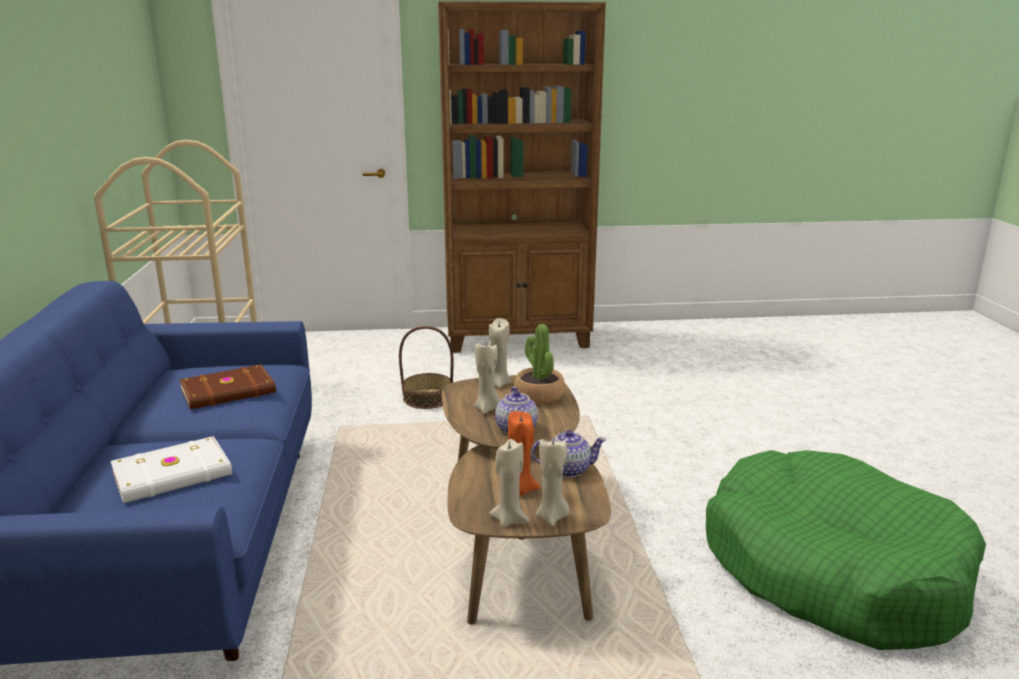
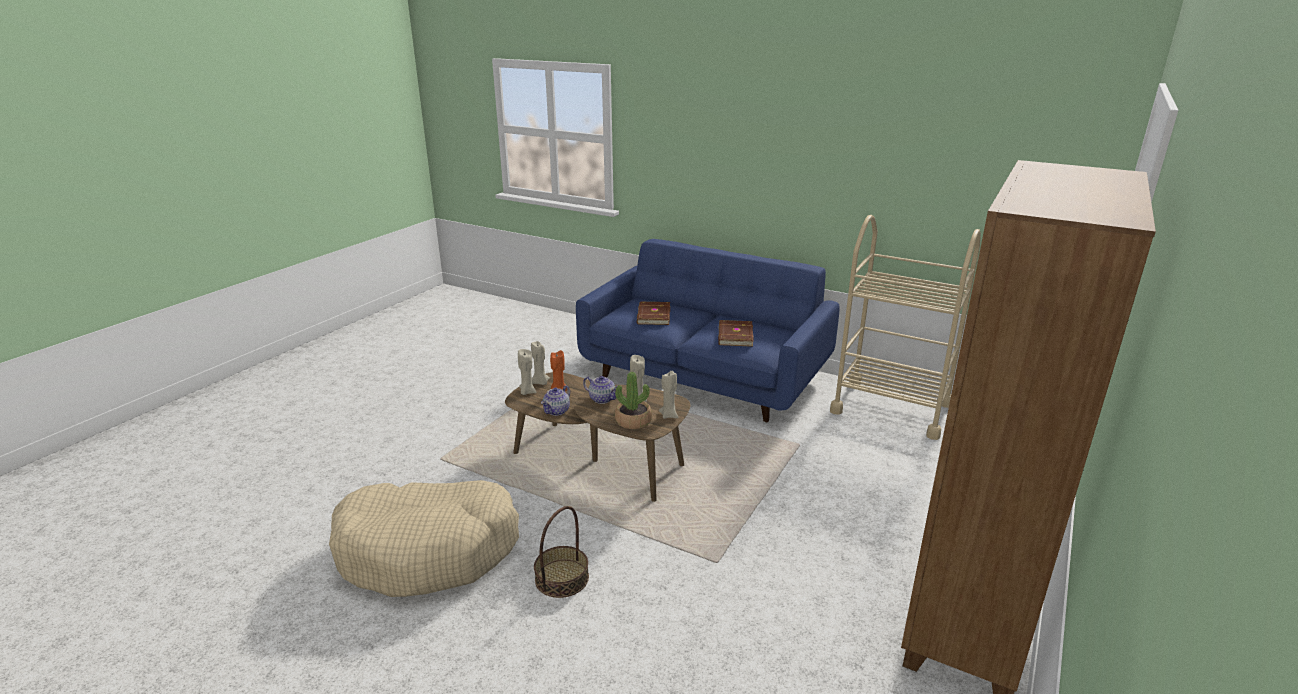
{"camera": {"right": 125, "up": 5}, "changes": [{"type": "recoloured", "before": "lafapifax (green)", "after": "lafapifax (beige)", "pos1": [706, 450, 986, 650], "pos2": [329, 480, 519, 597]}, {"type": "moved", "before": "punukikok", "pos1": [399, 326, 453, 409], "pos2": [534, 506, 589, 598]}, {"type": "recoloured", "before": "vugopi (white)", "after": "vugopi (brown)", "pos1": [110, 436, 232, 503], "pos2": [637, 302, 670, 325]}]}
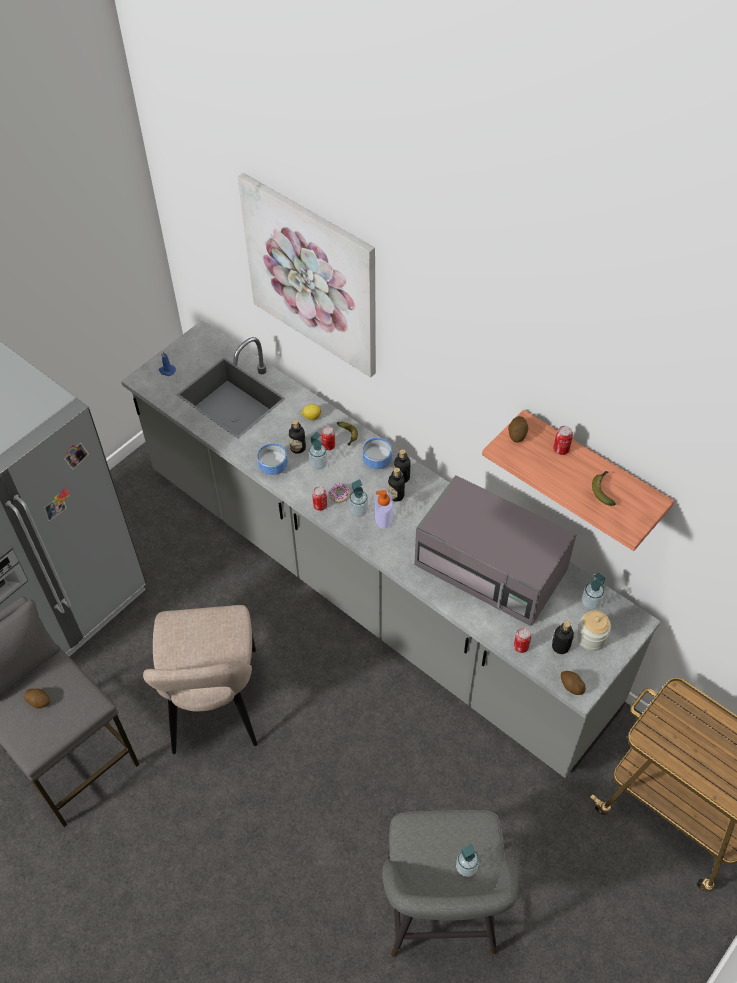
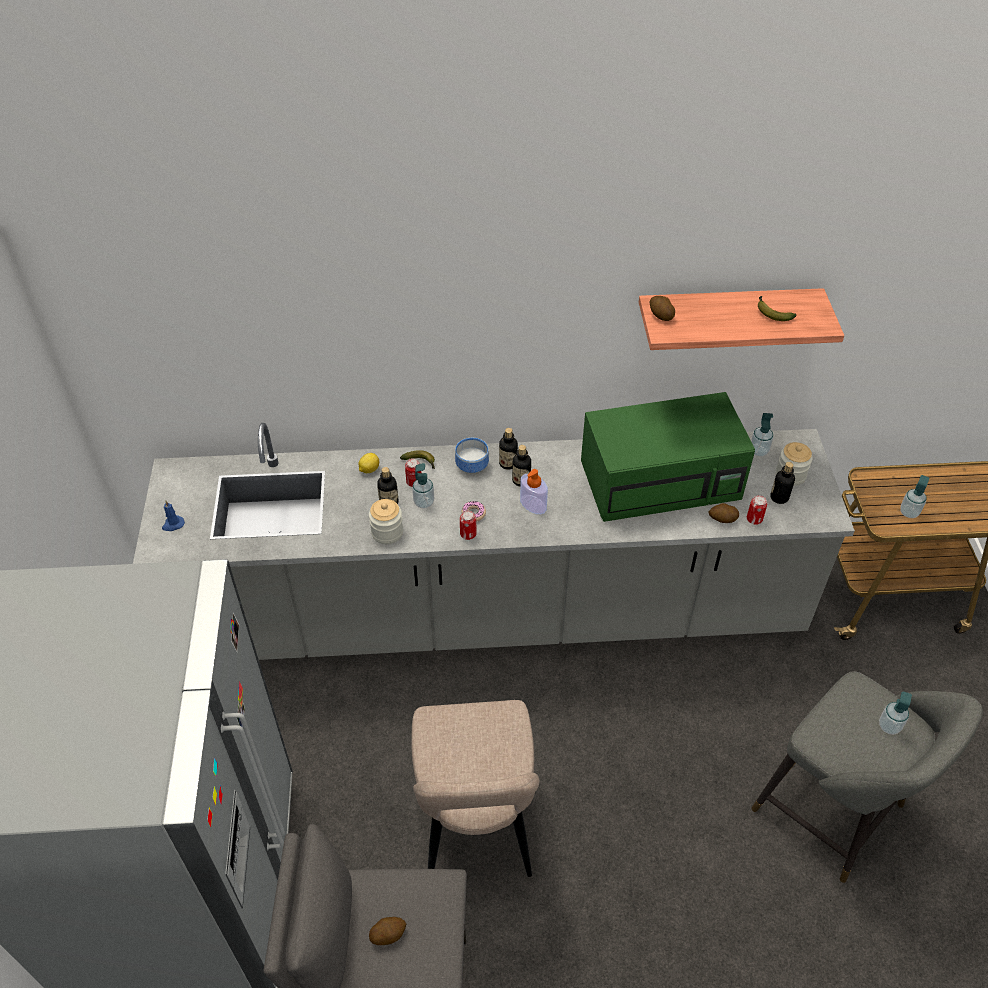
{"camera": {"right": -45, "up": -5}, "changes": [{"type": "replaced", "before": "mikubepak", "after": "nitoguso", "pos1": [257, 443, 288, 475], "pos2": [369, 499, 403, 544]}, {"type": "turned", "before": "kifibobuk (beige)", "pos1": [143, 605, 257, 754], "pos2": [411, 700, 540, 877], "turn": 45}, {"type": "recoloured", "before": "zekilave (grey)", "after": "zekilave (green)", "pos1": [414, 475, 577, 626], "pos2": [581, 392, 755, 522]}, {"type": "moved", "before": "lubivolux", "pos1": [561, 671, 586, 695], "pos2": [708, 503, 739, 523]}, {"type": "moved", "before": "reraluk", "pos1": [349, 480, 368, 517], "pos2": [900, 475, 929, 518]}, {"type": "removed", "before": "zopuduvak", "pos1": [238, 173, 376, 378]}, {"type": "removed", "before": "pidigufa", "pos1": [553, 426, 573, 455]}]}
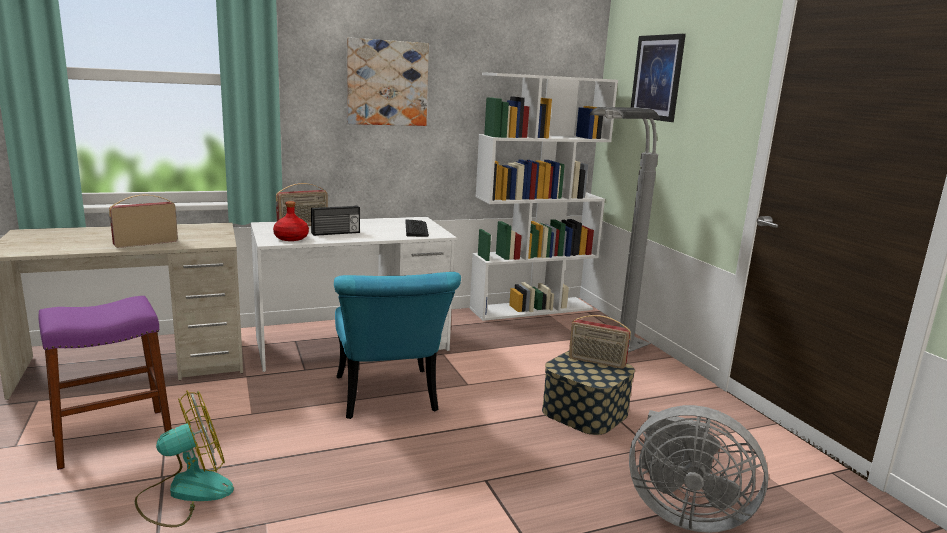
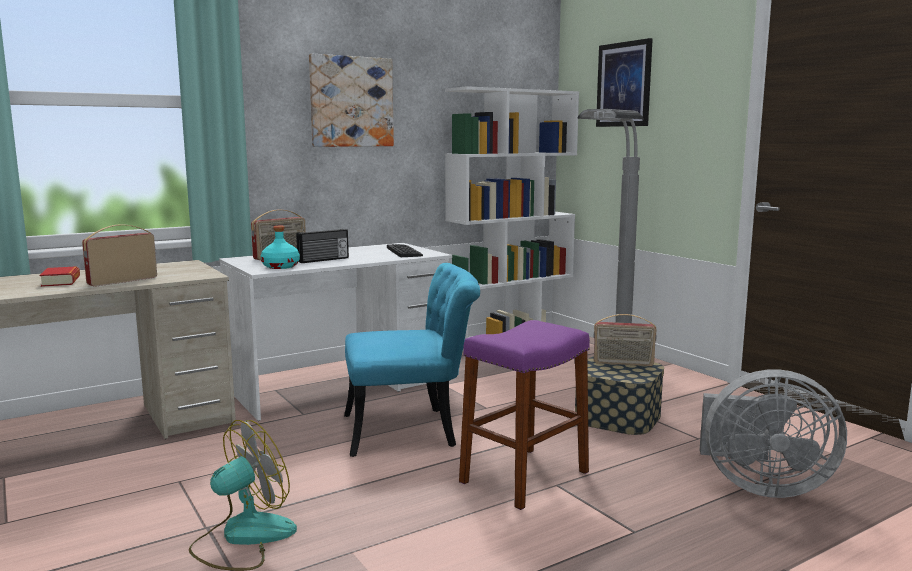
{"camera": {"right": -10, "up": -5}, "changes": [{"type": "added", "after": "vugopi", "pos2": [40, 266, 80, 287]}, {"type": "recoloured", "before": "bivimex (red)", "after": "bivimex (turquoise)", "pos1": [273, 201, 309, 241], "pos2": [261, 226, 300, 269]}, {"type": "turned", "before": "kifibobuk (turquoise)", "pos1": [334, 272, 461, 419], "pos2": [344, 263, 480, 457], "turn": -75}, {"type": "moved", "before": "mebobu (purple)", "pos1": [38, 296, 172, 470], "pos2": [459, 320, 590, 510]}]}
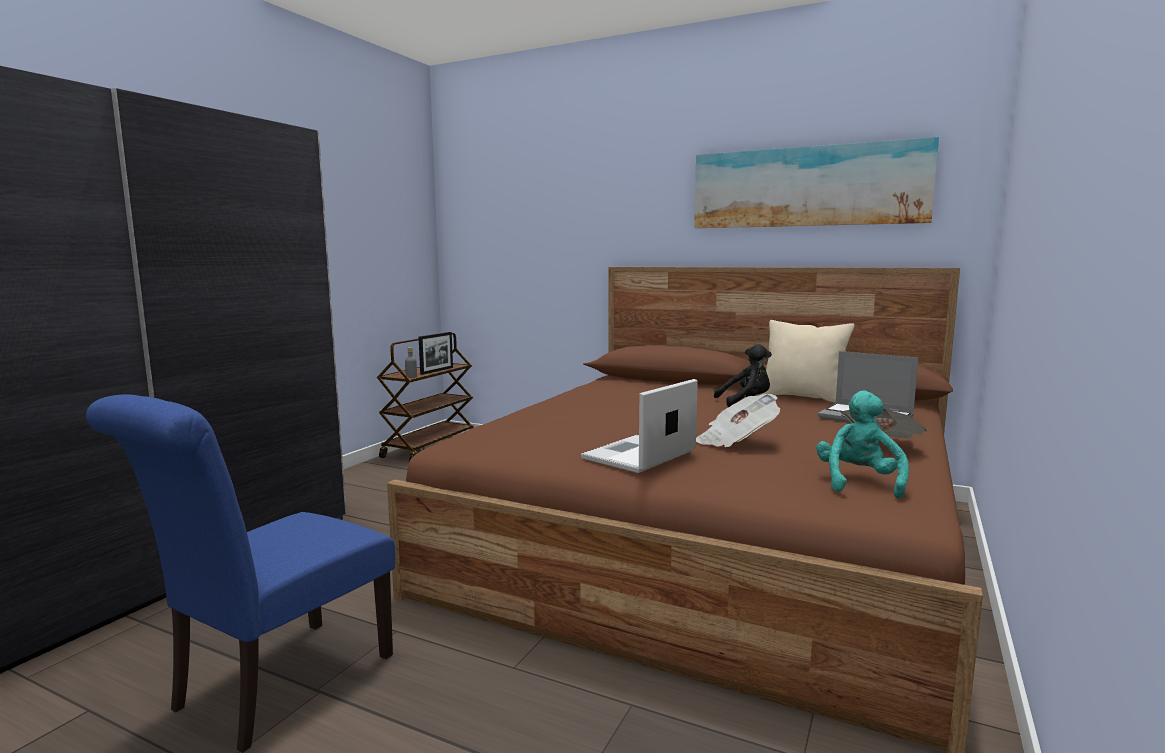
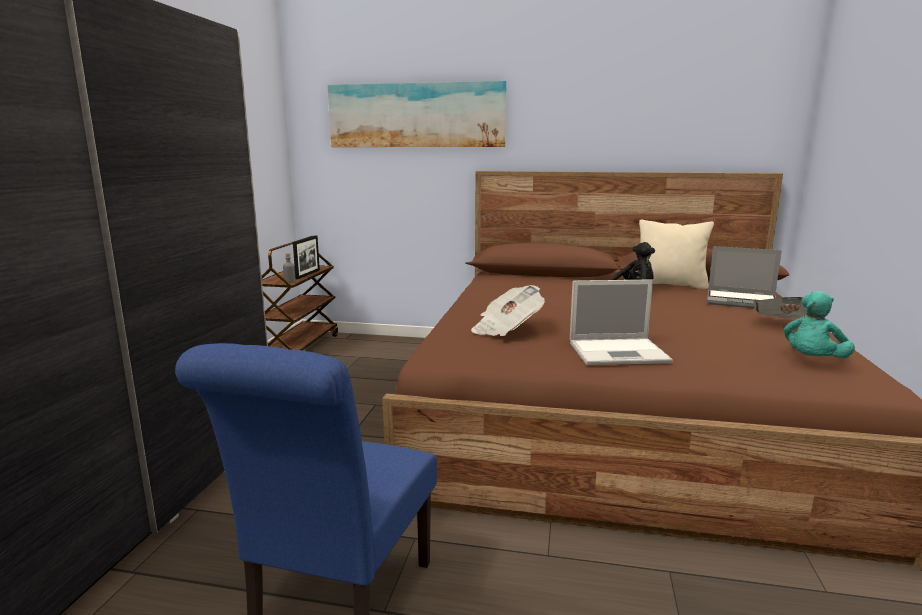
{"camera": {"right": -15, "up": 5}, "changes": [{"type": "moved", "before": "zopuduvak", "pos1": [694, 137, 939, 228], "pos2": [328, 81, 507, 147]}, {"type": "moved", "before": "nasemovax", "pos1": [696, 394, 780, 447], "pos2": [471, 285, 545, 336]}, {"type": "turned", "before": "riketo", "pos1": [581, 379, 698, 473], "pos2": [570, 279, 673, 365], "turn": -120}, {"type": "turned", "before": "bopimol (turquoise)", "pos1": [816, 391, 909, 499], "pos2": [784, 291, 855, 358], "turn": -135}]}
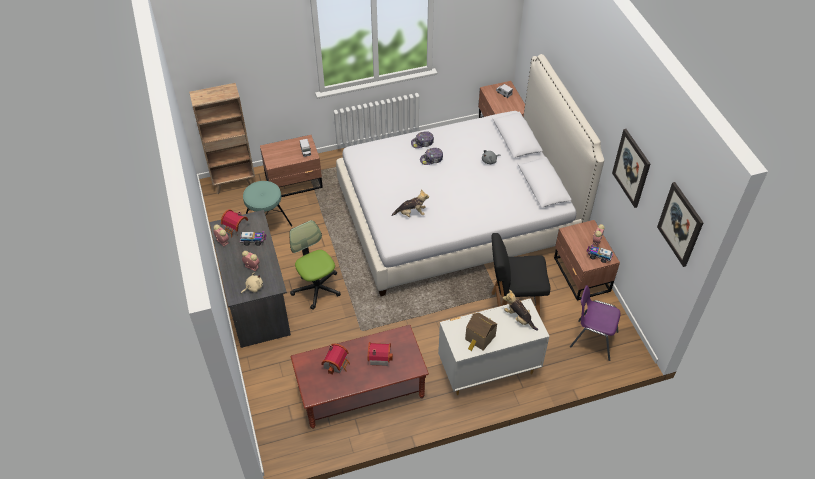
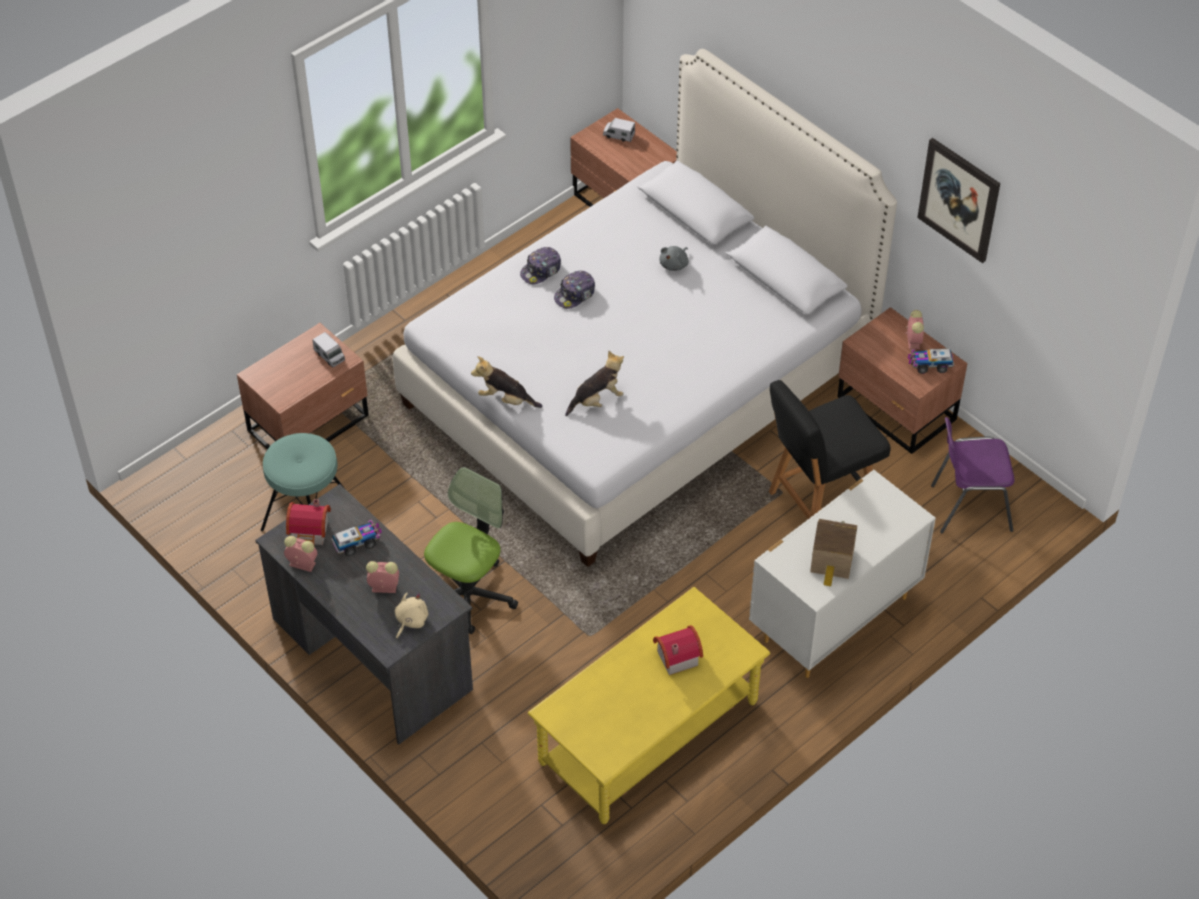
{"camera": {"right": -25, "up": 0}, "changes": [{"type": "turned", "before": "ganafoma", "pos1": [289, 220, 341, 310], "pos2": [424, 467, 518, 634], "turn": 90}, {"type": "moved", "before": "bopimol", "pos1": [503, 290, 538, 331], "pos2": [471, 356, 543, 408]}, {"type": "recoloured", "before": "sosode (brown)", "after": "sosode (yellow)", "pos1": [291, 325, 429, 429], "pos2": [528, 587, 770, 824]}, {"type": "removed", "before": "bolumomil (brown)", "pos1": [189, 83, 255, 194]}, {"type": "removed", "before": "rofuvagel", "pos1": [321, 343, 350, 375]}, {"type": "removed", "before": "zopuduvak", "pos1": [657, 182, 704, 267]}]}
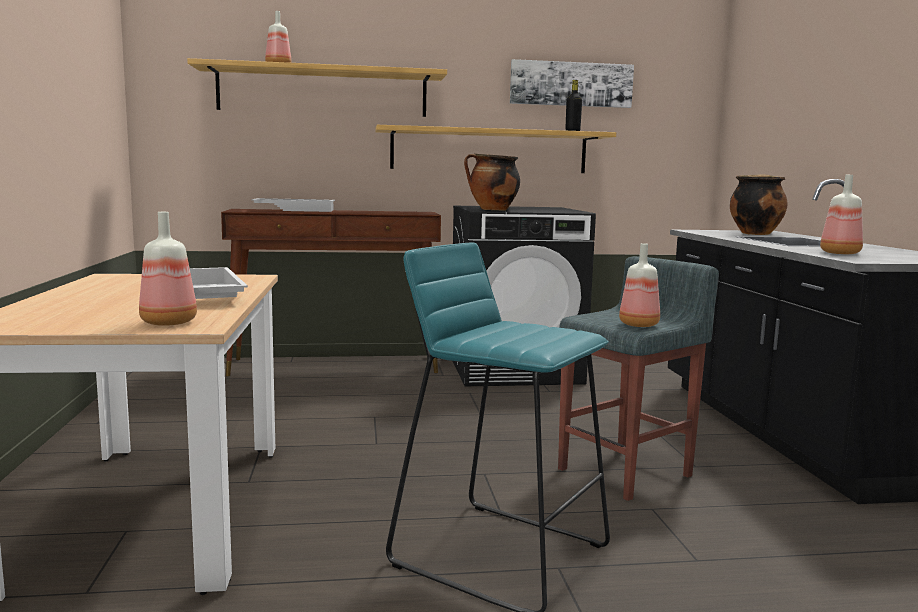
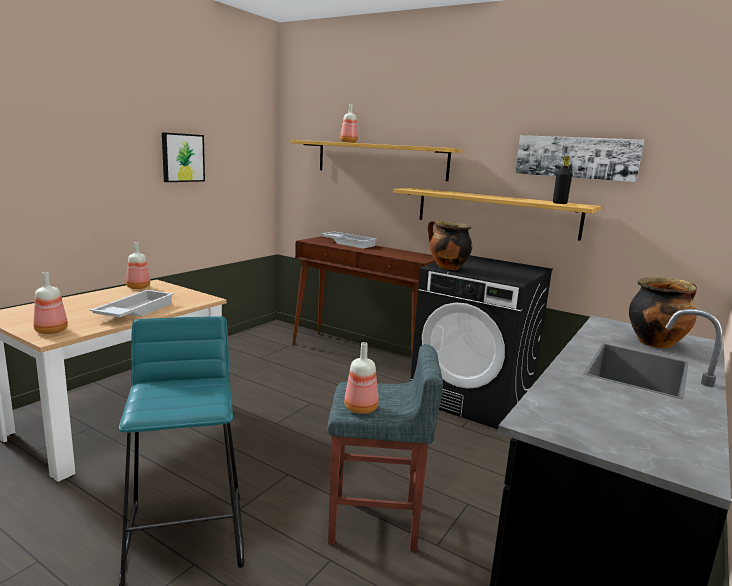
{"camera": {"right": 40, "up": 5}, "changes": [{"type": "moved", "before": "bivimex", "pos1": [820, 175, 863, 254], "pos2": [126, 242, 150, 289]}, {"type": "added", "after": "zopuduvak", "pos2": [162, 132, 205, 182]}]}
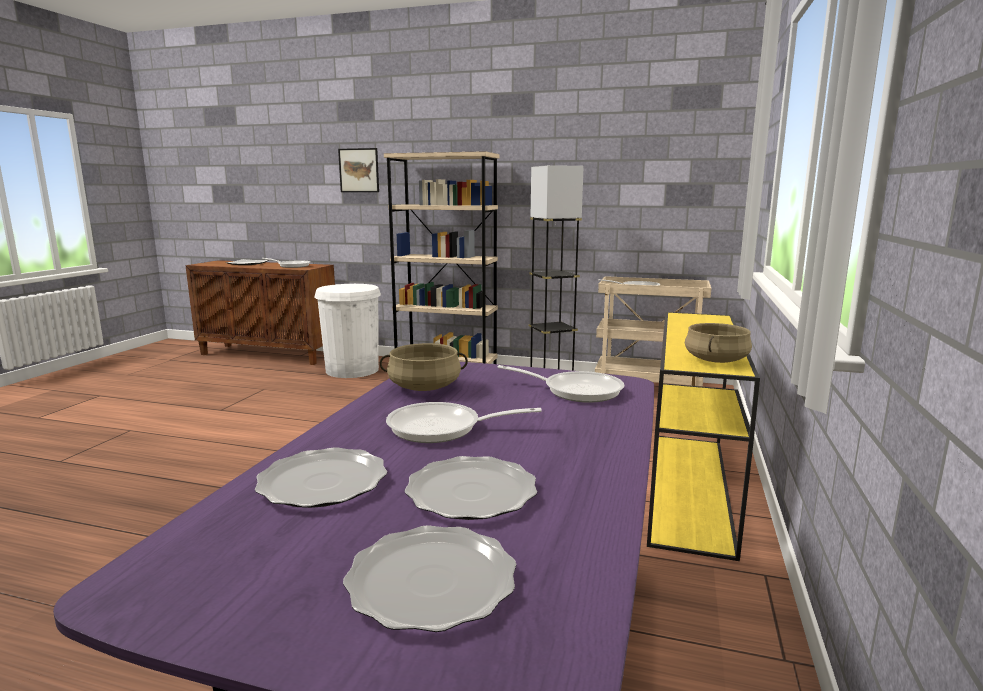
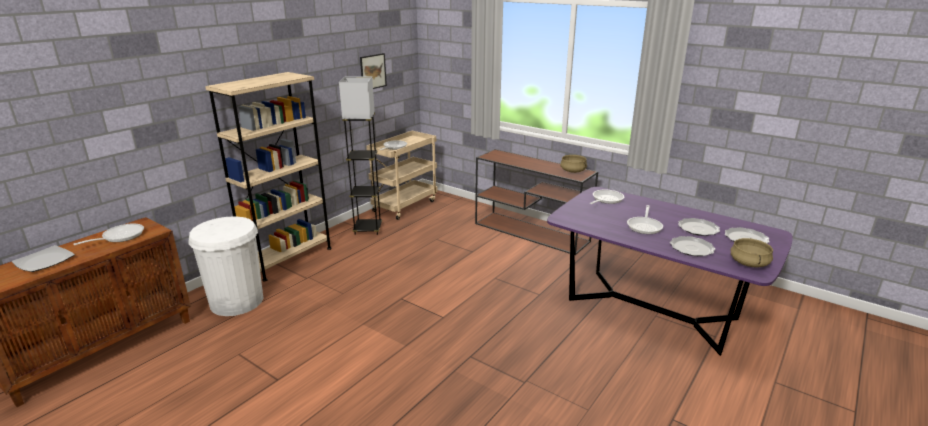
{"camera": {"right": -70, "up": 10}, "changes": [{"type": "moved", "before": "zopuduvak", "pos1": [338, 148, 379, 192], "pos2": [360, 53, 387, 89]}, {"type": "recoloured", "before": "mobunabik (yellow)", "after": "mobunabik (brown)", "pos1": [647, 312, 760, 561], "pos2": [475, 149, 598, 255]}, {"type": "moved", "before": "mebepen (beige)", "pos1": [380, 343, 468, 391], "pos2": [731, 238, 773, 267]}]}
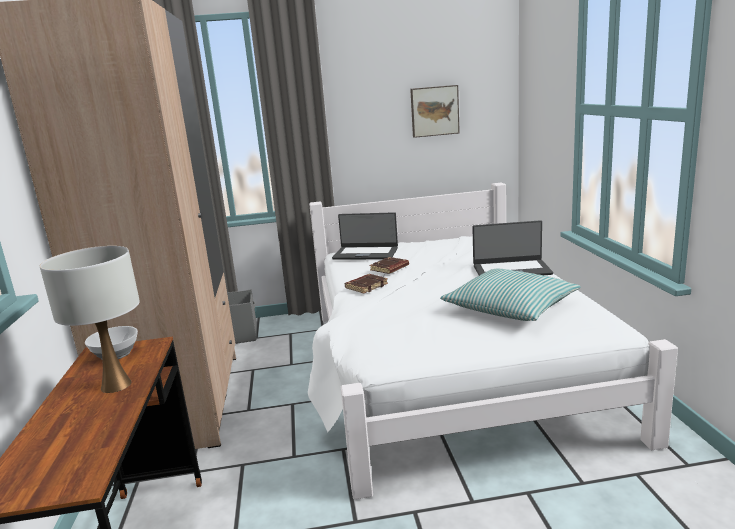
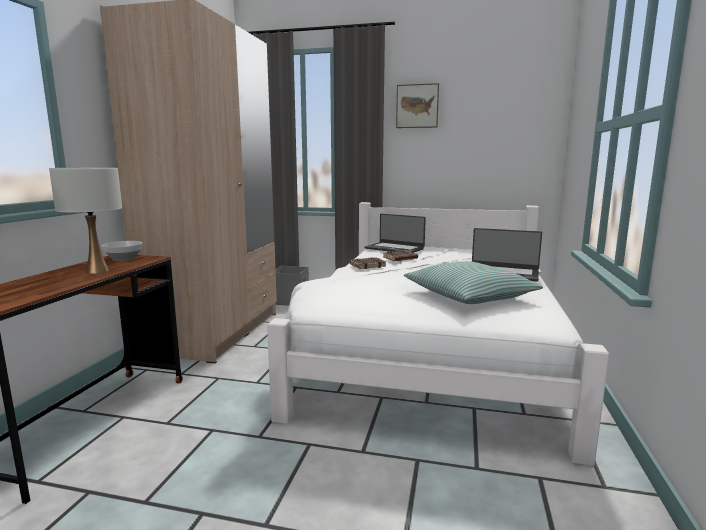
{"camera": {"right": 20, "up": -5}, "changes": [{"type": "moved", "before": "zopuduvak", "pos1": [410, 85, 460, 138], "pos2": [396, 83, 439, 128]}]}
